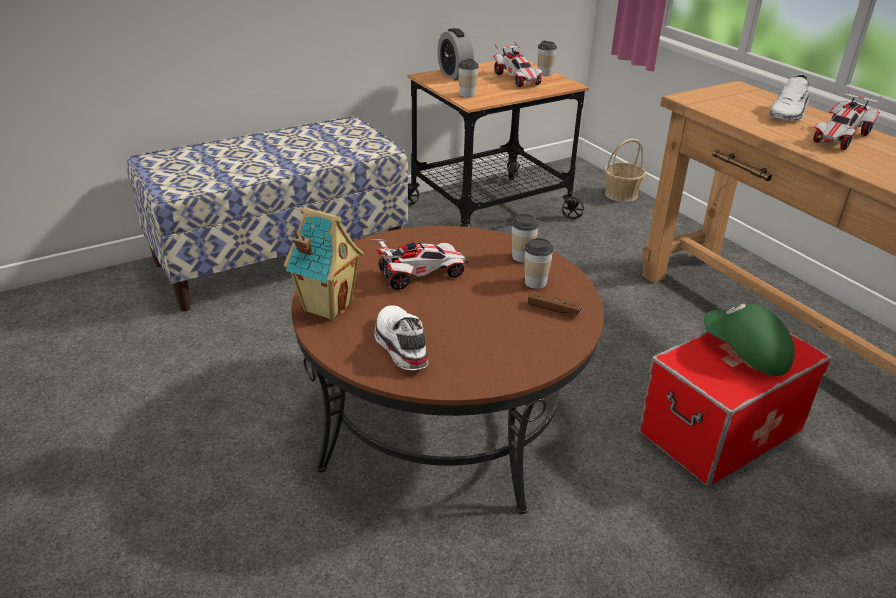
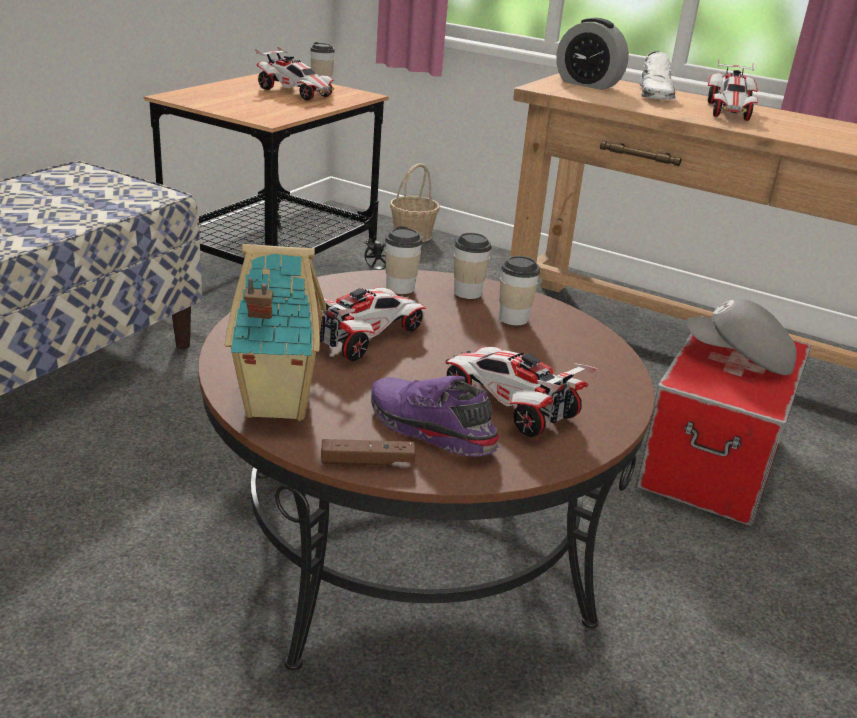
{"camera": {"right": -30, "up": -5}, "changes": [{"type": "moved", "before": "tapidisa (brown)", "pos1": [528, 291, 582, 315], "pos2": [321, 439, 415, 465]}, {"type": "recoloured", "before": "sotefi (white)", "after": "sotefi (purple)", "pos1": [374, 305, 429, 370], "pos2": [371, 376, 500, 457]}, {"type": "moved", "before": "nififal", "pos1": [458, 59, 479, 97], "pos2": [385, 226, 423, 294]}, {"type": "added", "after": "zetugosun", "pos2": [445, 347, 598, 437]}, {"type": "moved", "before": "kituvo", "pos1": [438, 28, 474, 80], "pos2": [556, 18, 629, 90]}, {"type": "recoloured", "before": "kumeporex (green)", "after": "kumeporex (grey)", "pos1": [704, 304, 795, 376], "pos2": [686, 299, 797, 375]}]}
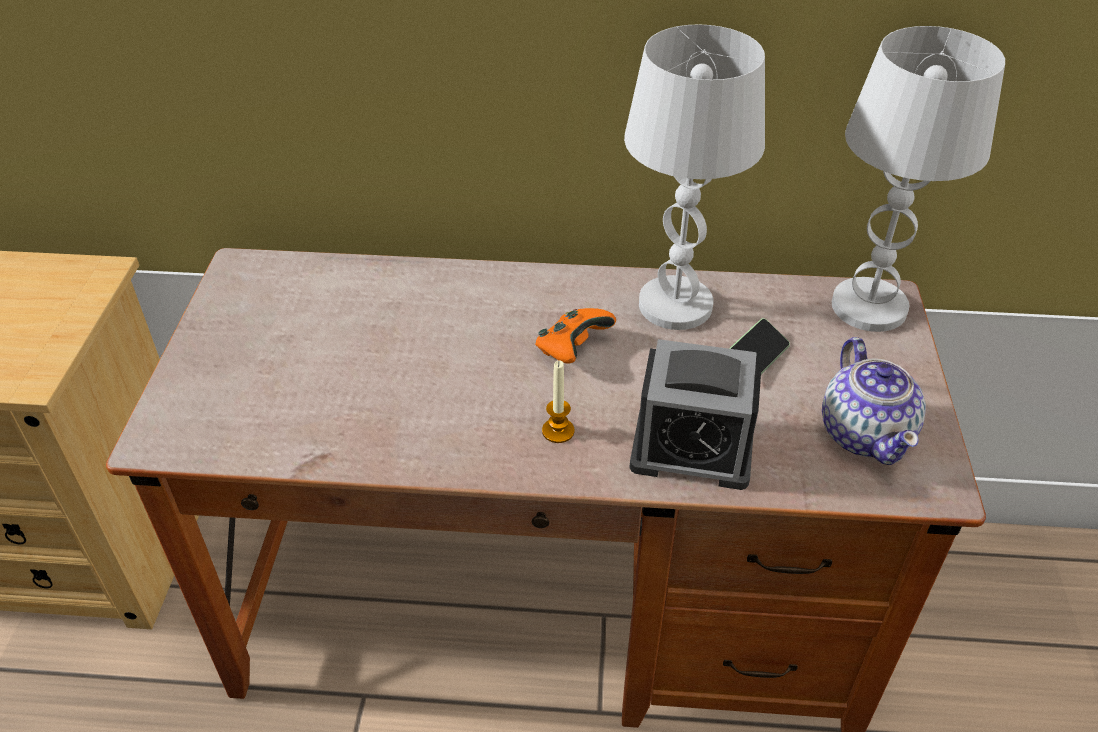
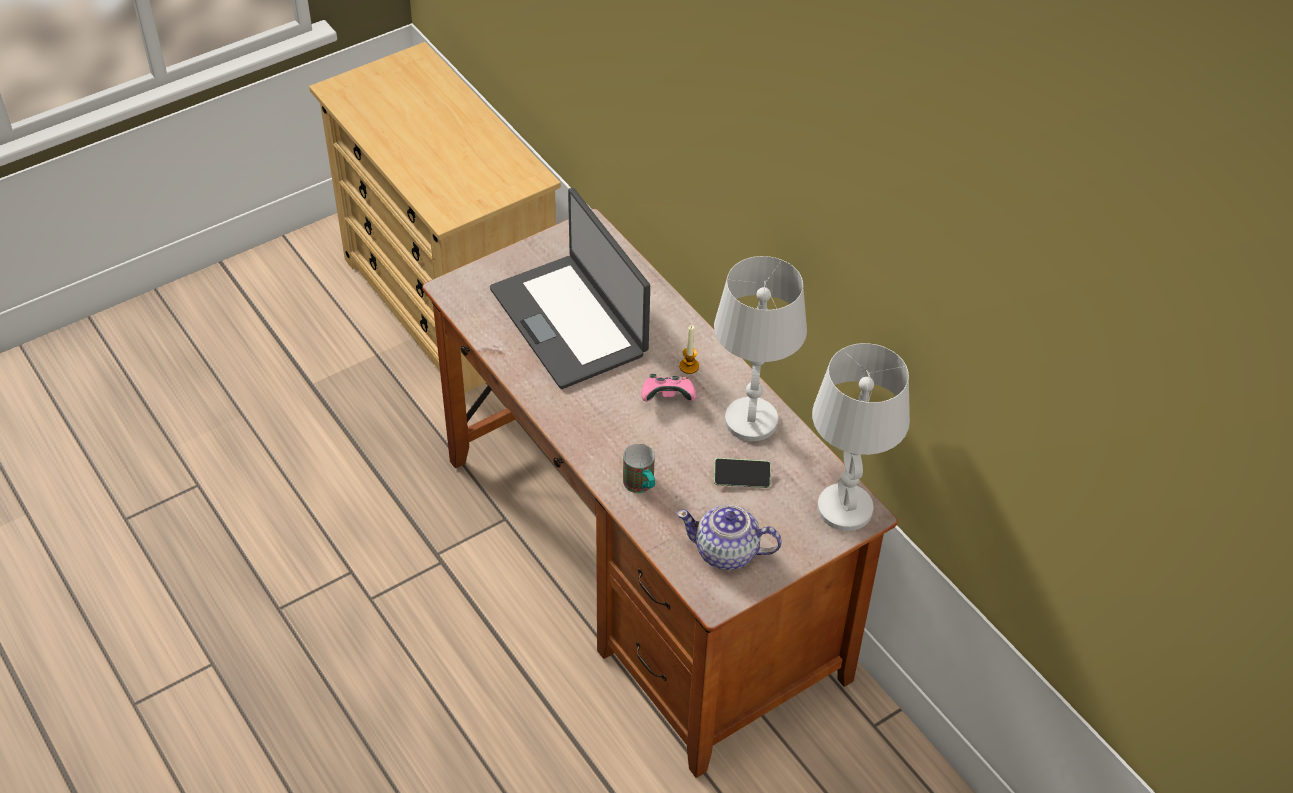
{"camera": {"right": 50, "up": 5}, "changes": [{"type": "added", "after": "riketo", "pos2": [490, 188, 650, 389]}, {"type": "replaced", "before": "kituvo", "after": "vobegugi", "pos1": [629, 339, 762, 490], "pos2": [623, 444, 655, 493]}, {"type": "recoloured", "before": "tapidisa (orange)", "after": "tapidisa (pink)", "pos1": [535, 308, 616, 364], "pos2": [641, 374, 696, 401]}, {"type": "turned", "before": "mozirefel", "pos1": [822, 337, 926, 465], "pos2": [676, 505, 782, 570], "turn": 60}, {"type": "moved", "before": "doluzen", "pos1": [542, 361, 575, 443], "pos2": [679, 325, 699, 374]}]}
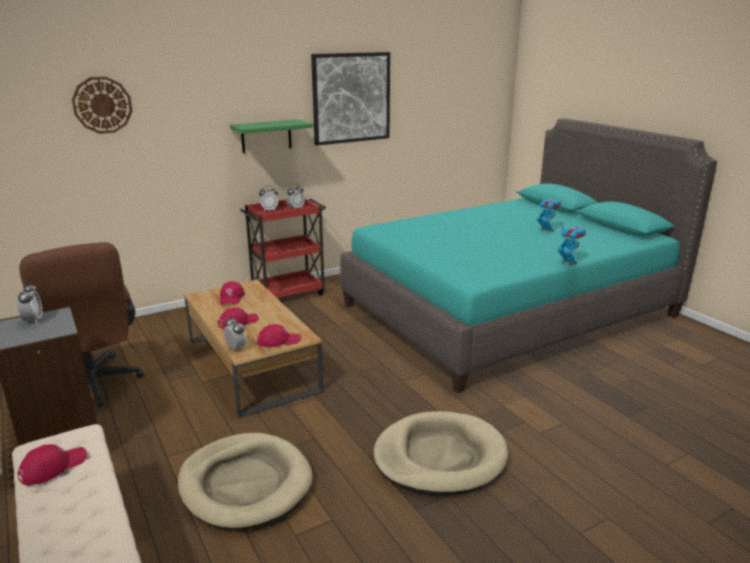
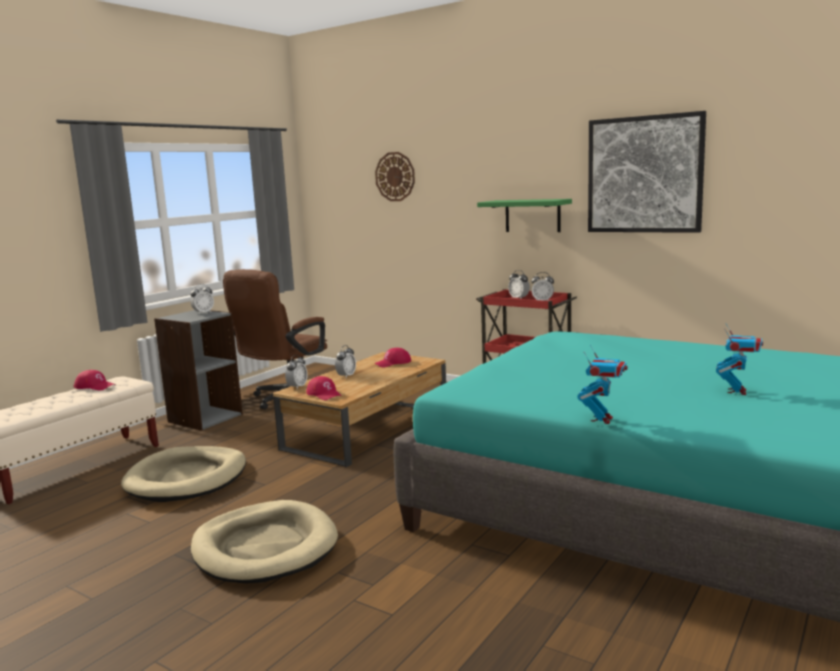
{"camera": {"right": 65, "up": -10}, "changes": [{"type": "replaced", "before": "kumeporex (red)", "after": "kituvo", "pos1": [218, 307, 259, 329], "pos2": [335, 345, 356, 378]}]}
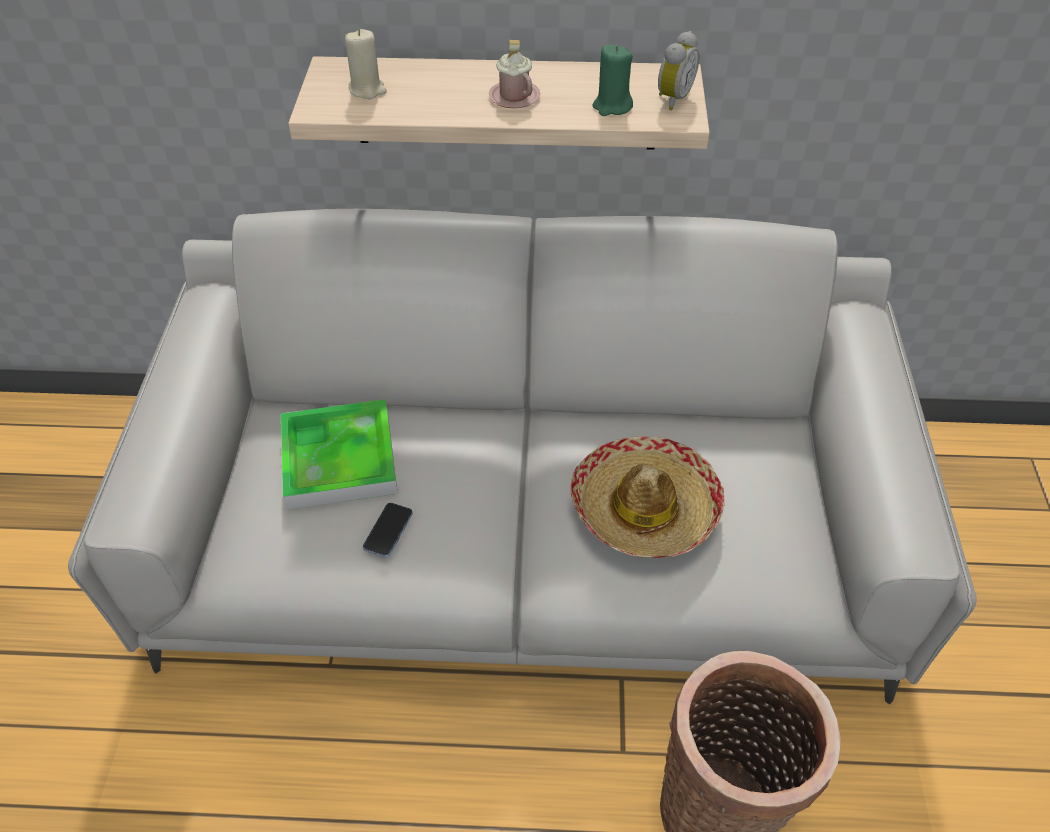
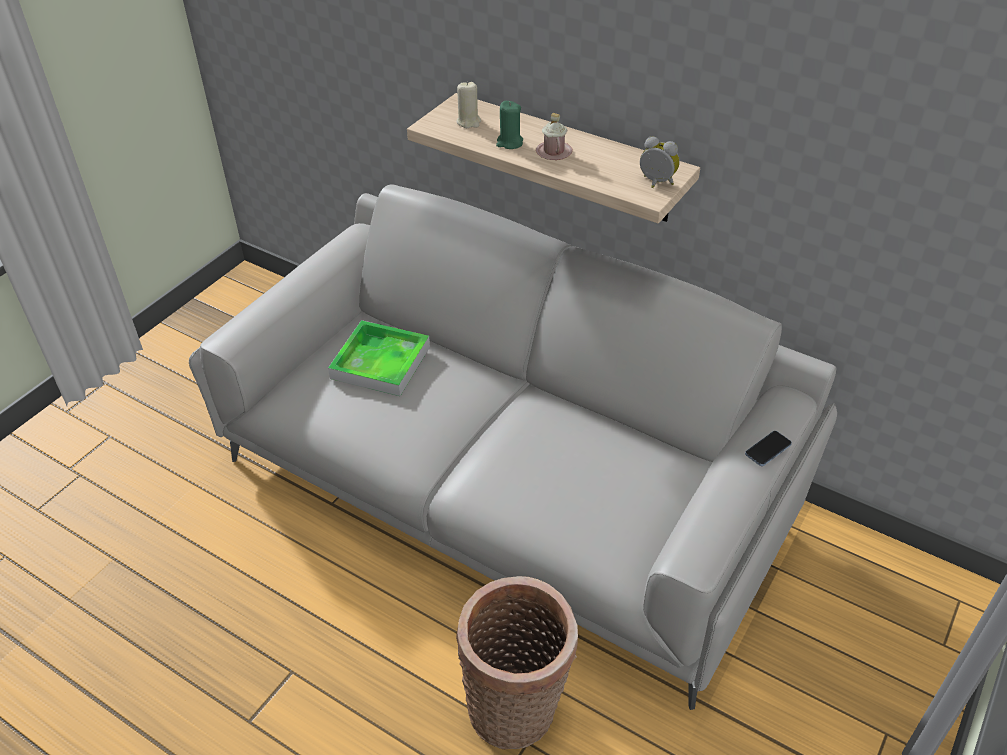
{"camera": {"right": 30, "up": -5}, "changes": [{"type": "moved", "before": "doluzen (green)", "pos1": [593, 44, 633, 116], "pos2": [496, 101, 523, 149]}, {"type": "turned", "before": "kituvo", "pos1": [658, 31, 699, 110], "pos2": [640, 137, 680, 188], "turn": -120}, {"type": "moved", "before": "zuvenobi", "pos1": [363, 502, 413, 557], "pos2": [745, 431, 792, 466]}, {"type": "removed", "before": "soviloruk", "pos1": [571, 436, 724, 558]}]}
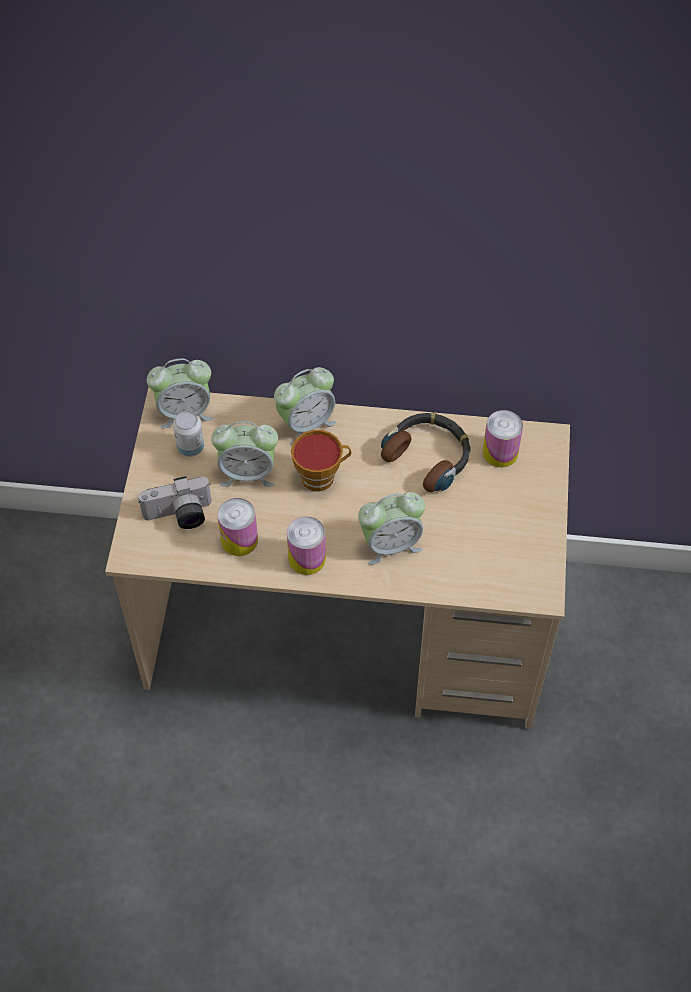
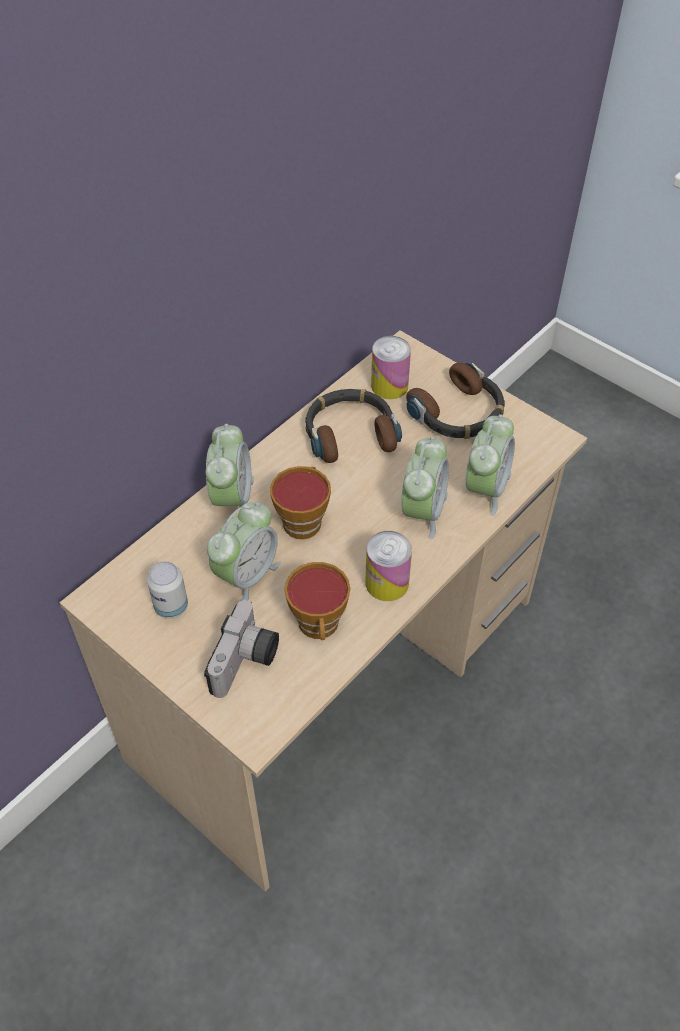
{"camera": {"right": -55, "up": -5}, "changes": [{"type": "replaced", "before": "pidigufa", "after": "nififal", "pos1": [217, 498, 258, 556], "pos2": [284, 562, 350, 640]}, {"type": "added", "after": "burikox", "pos2": [406, 363, 505, 439]}, {"type": "moved", "before": "kituvo", "pos1": [147, 359, 213, 429], "pos2": [466, 414, 515, 516]}]}
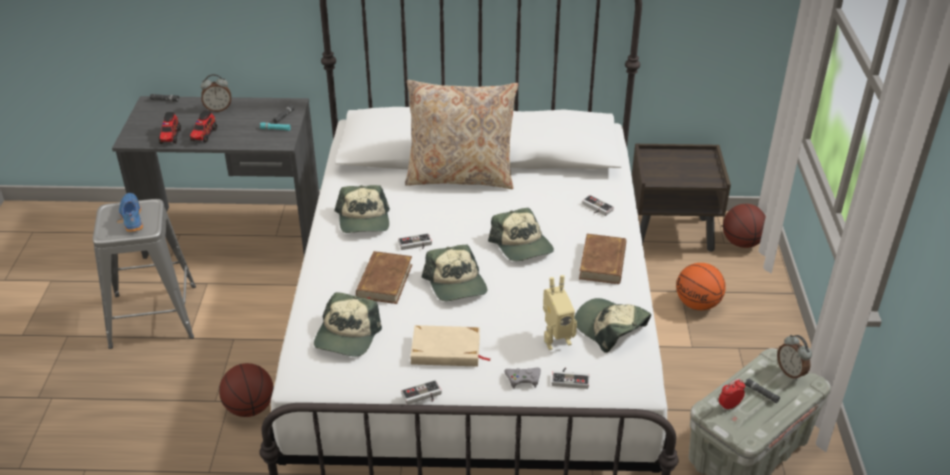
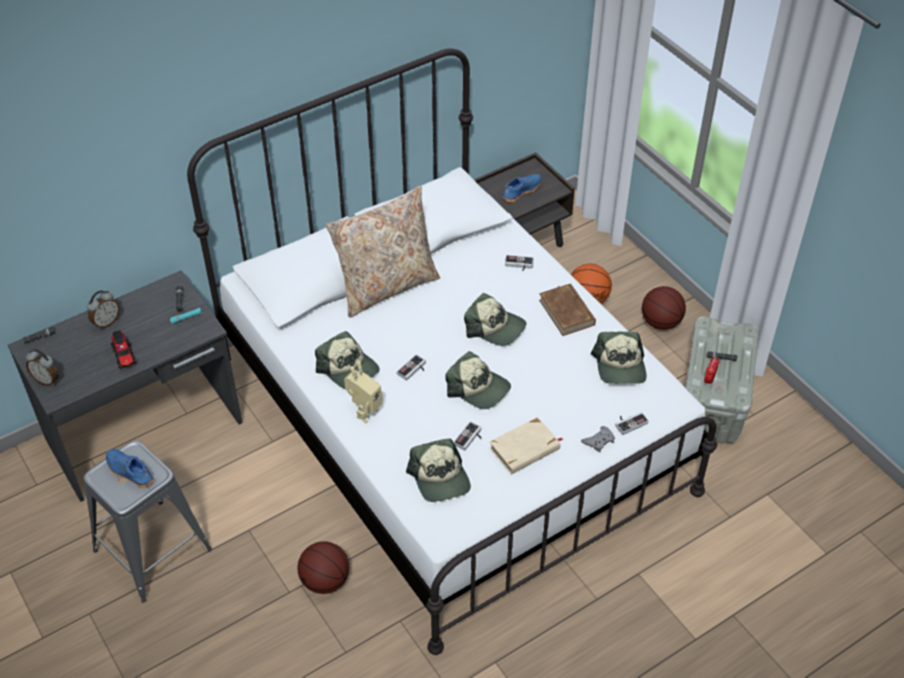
{"camera": {"right": -35, "up": 10}, "changes": [{"type": "moved", "before": "kituvo", "pos1": [777, 335, 812, 381], "pos2": [26, 349, 59, 386]}, {"type": "moved", "before": "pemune", "pos1": [543, 275, 577, 350], "pos2": [344, 361, 383, 423]}, {"type": "moved", "before": "tapidisa", "pos1": [401, 380, 442, 405], "pos2": [454, 422, 482, 451]}, {"type": "added", "after": "sotefi (blue)", "pos2": [503, 174, 541, 202]}, {"type": "turned", "before": "kumeporex", "pos1": [574, 298, 651, 353], "pos2": [591, 331, 646, 384], "turn": -105}, {"type": "moved", "before": "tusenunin", "pos1": [723, 204, 766, 248], "pos2": [642, 286, 686, 330]}, {"type": "removed", "before": "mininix", "pos1": [159, 112, 181, 144]}, {"type": "removed", "before": "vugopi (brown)", "pos1": [356, 251, 412, 304]}]}
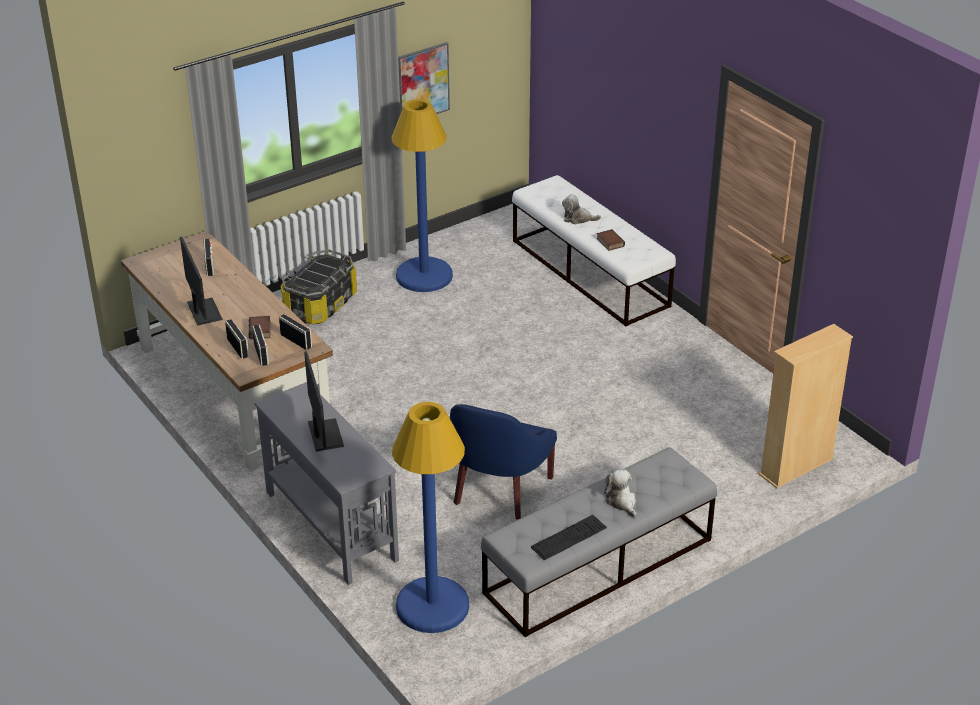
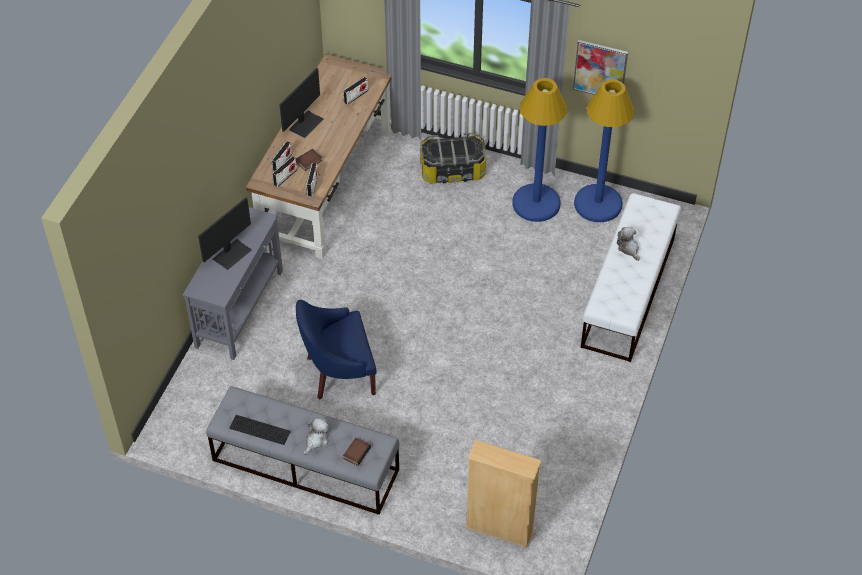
{"camera": {"right": 55, "up": 15}, "changes": [{"type": "moved", "before": "vugopi", "pos1": [596, 229, 625, 251], "pos2": [343, 438, 371, 466]}, {"type": "moved", "before": "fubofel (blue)", "pos1": [392, 402, 469, 633], "pos2": [574, 79, 634, 222]}]}
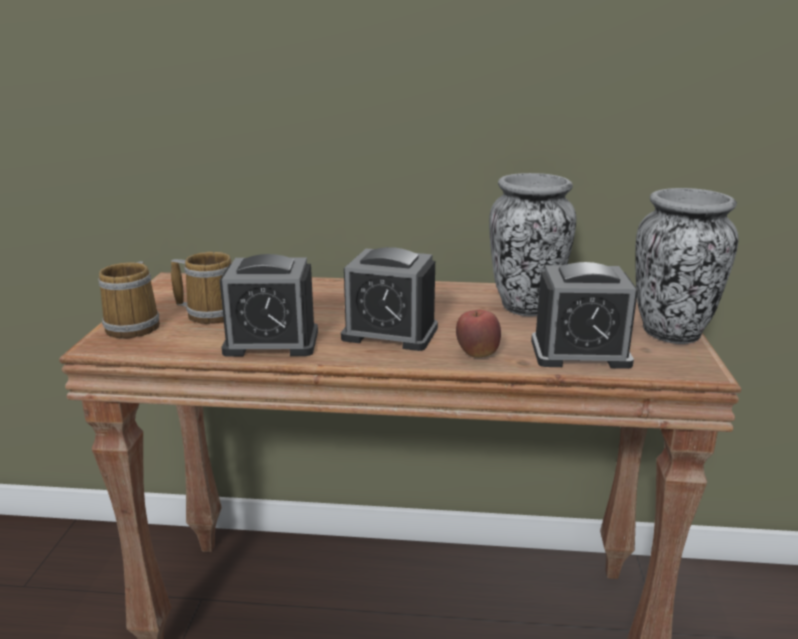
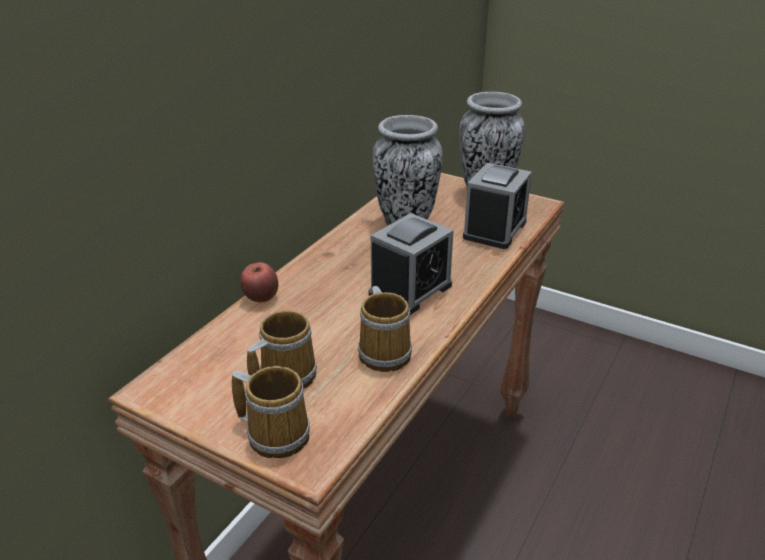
{"camera": {"right": -65, "up": 10}, "changes": [{"type": "moved", "before": "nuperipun", "pos1": [456, 309, 501, 358], "pos2": [240, 262, 278, 302]}, {"type": "replaced", "before": "kituvo", "after": "vobegugi", "pos1": [220, 254, 318, 356], "pos2": [358, 286, 412, 372]}]}
